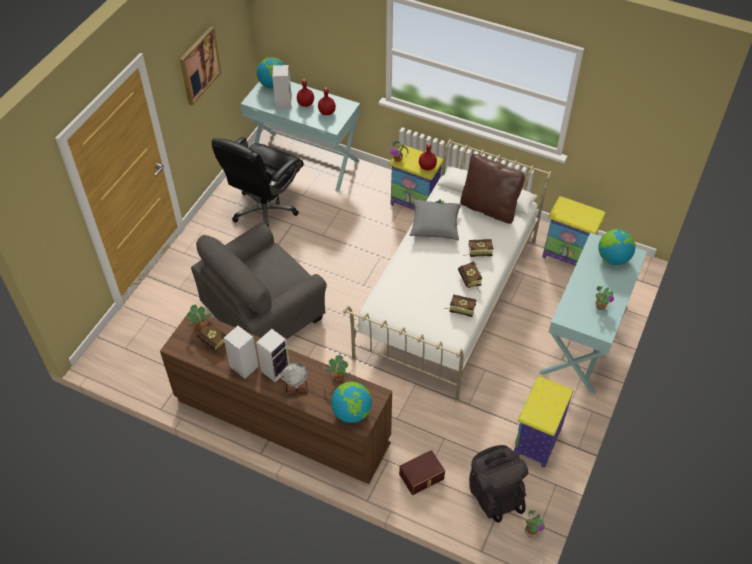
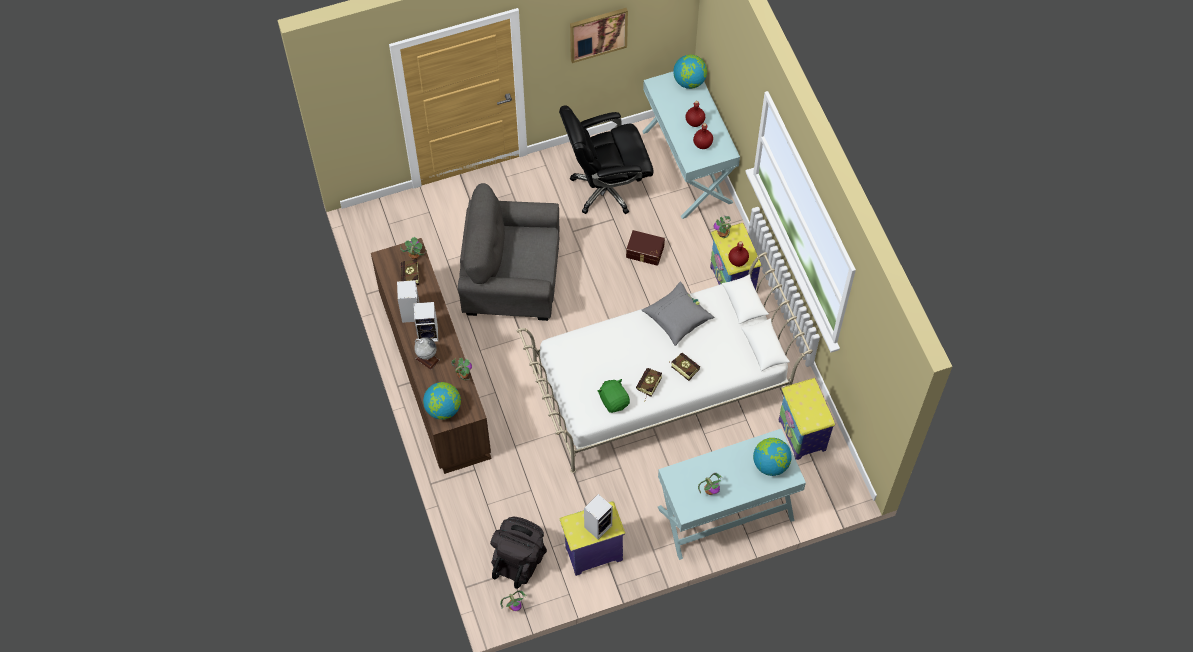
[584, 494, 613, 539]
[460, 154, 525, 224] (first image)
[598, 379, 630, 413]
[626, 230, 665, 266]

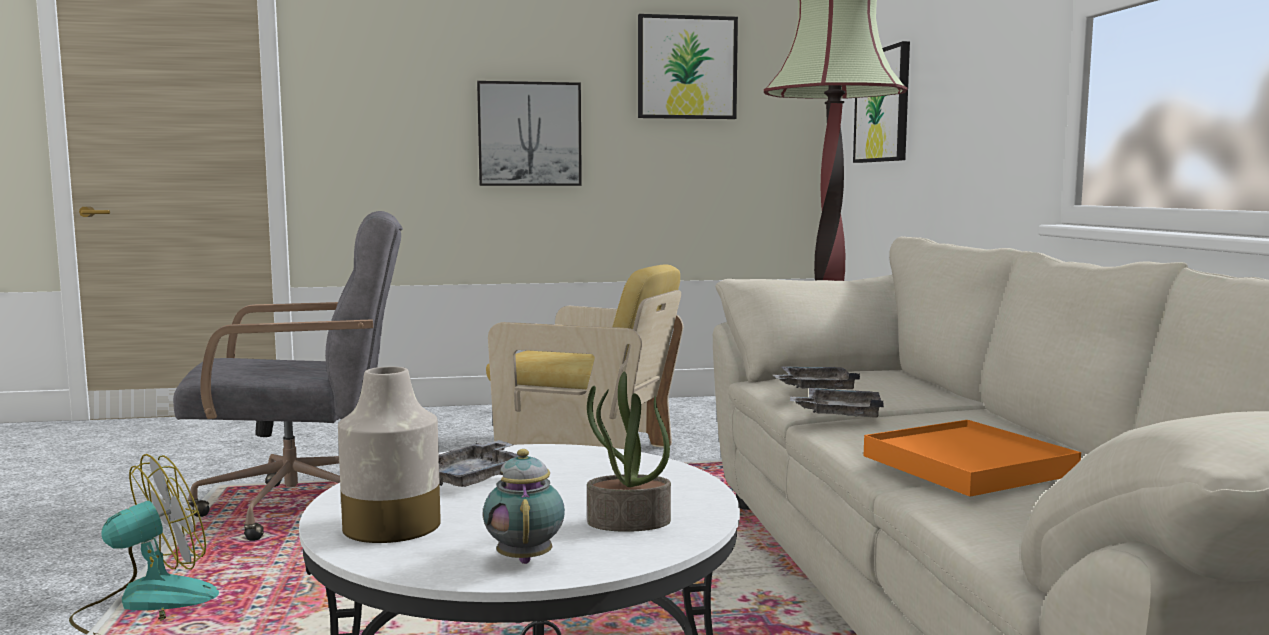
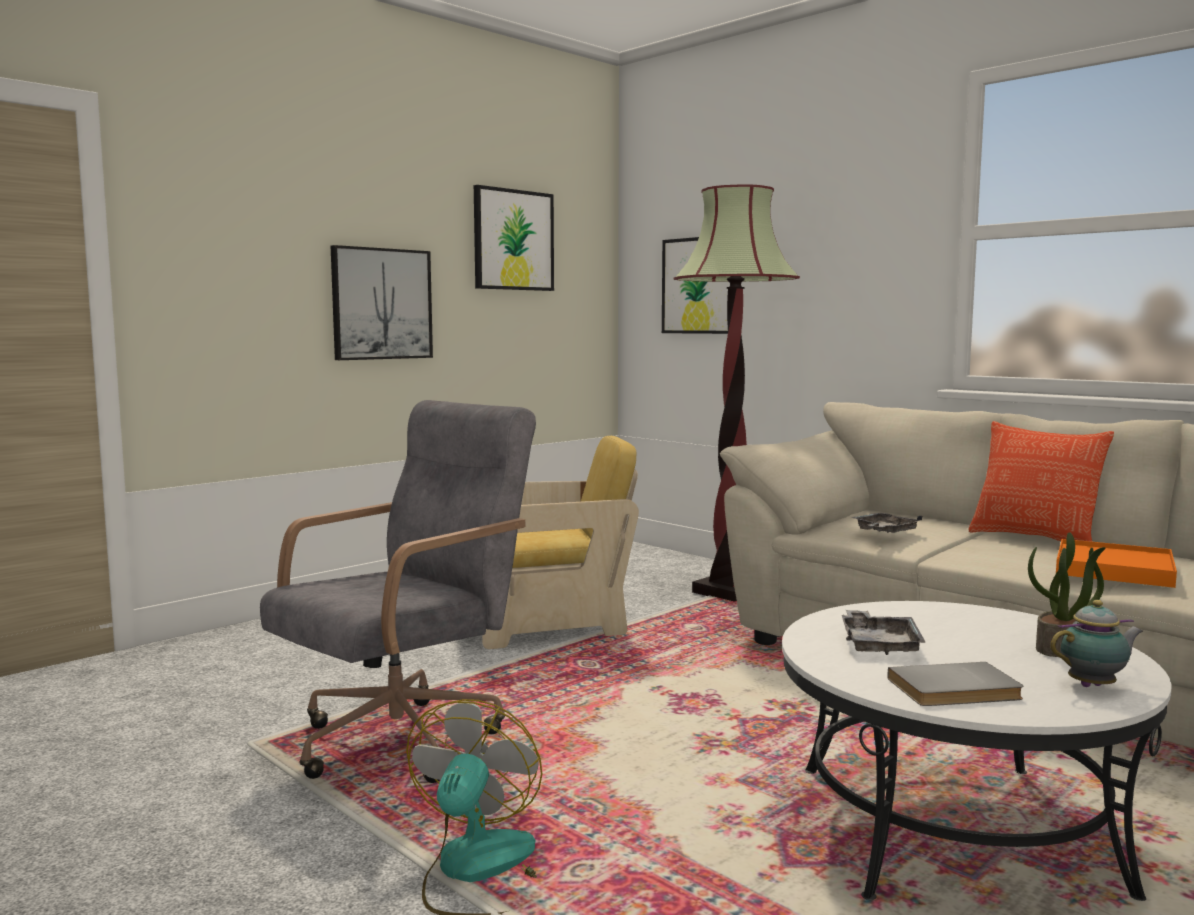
[888, 662, 1023, 706]
[790, 388, 884, 418] (first image)
[1050, 600, 1143, 687]
[969, 421, 1114, 542]

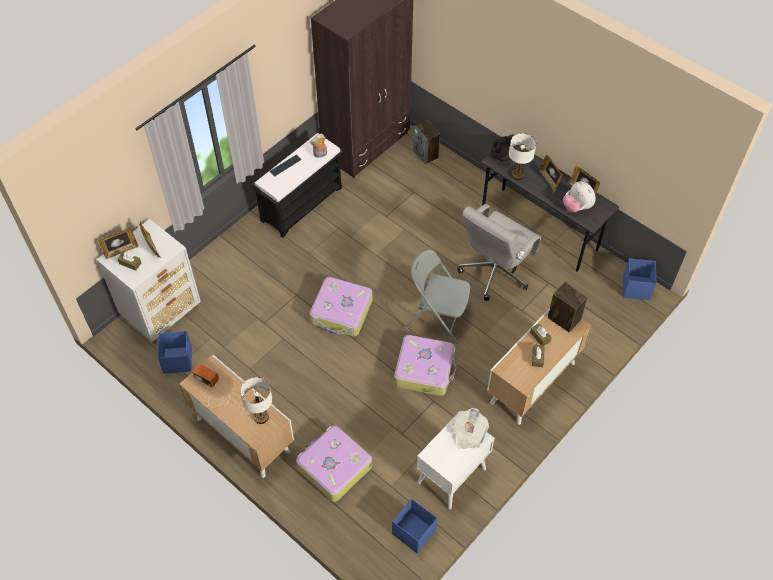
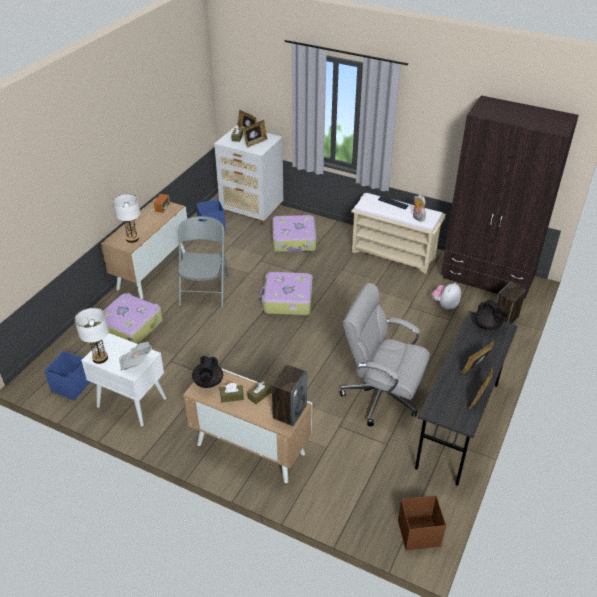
[351, 193, 446, 274]
[75, 308, 109, 364]
[431, 283, 461, 310]
[178, 216, 230, 308]
[398, 495, 446, 551]
[272, 215, 316, 252]
[192, 356, 223, 388]

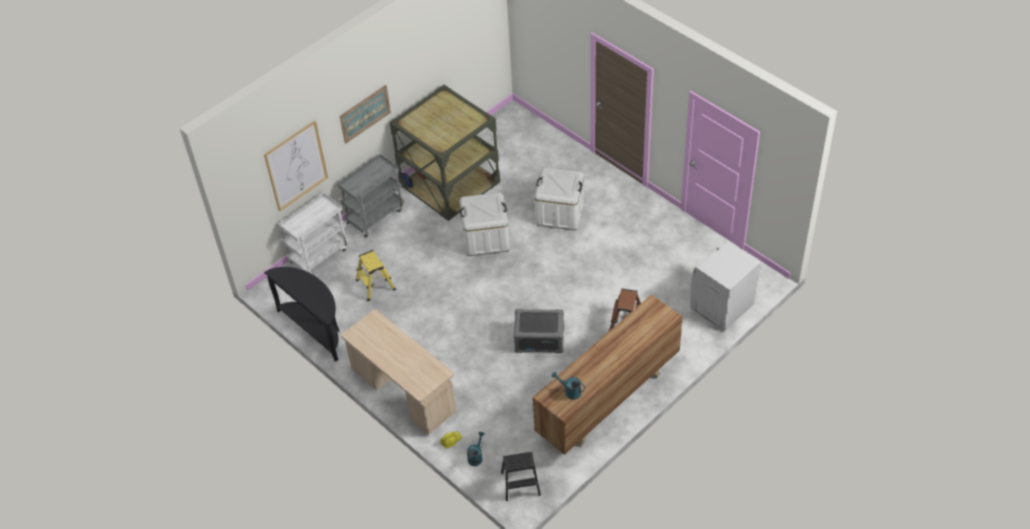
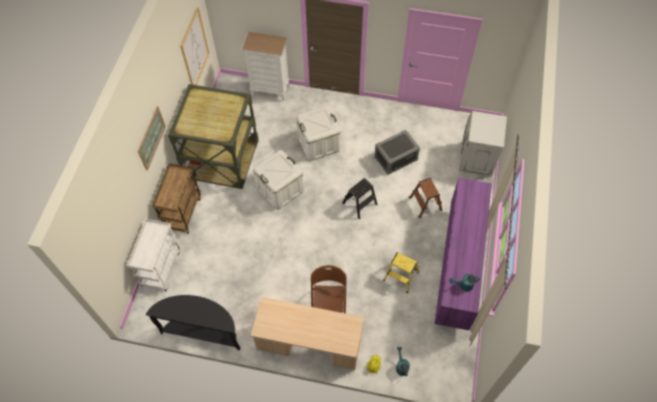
[180, 8, 209, 85]
[152, 163, 201, 234]
[383, 252, 419, 293]
[434, 178, 492, 330]
[374, 130, 420, 175]
[342, 178, 378, 220]
[241, 32, 289, 101]
[311, 265, 346, 314]

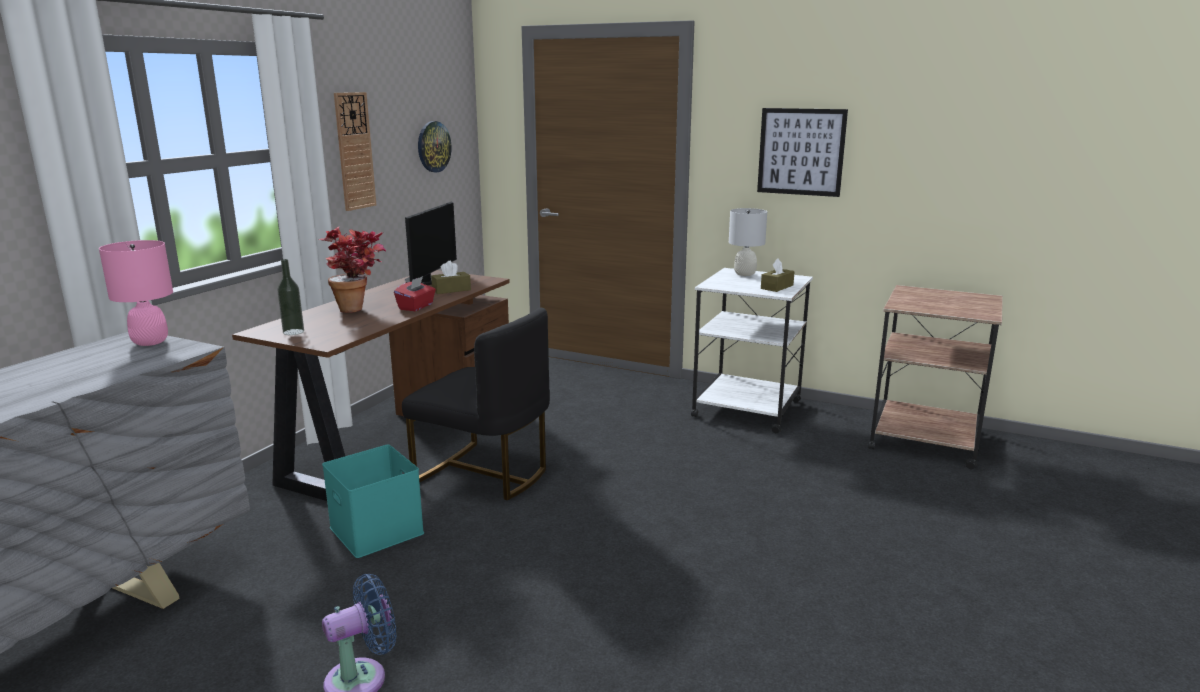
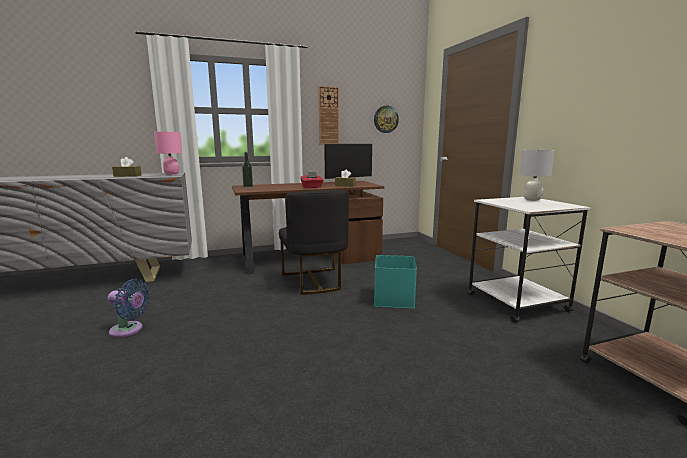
[757, 108, 848, 197] (first image)
[318, 227, 386, 313] (first image)
[112, 157, 141, 177]
[374, 255, 417, 309]

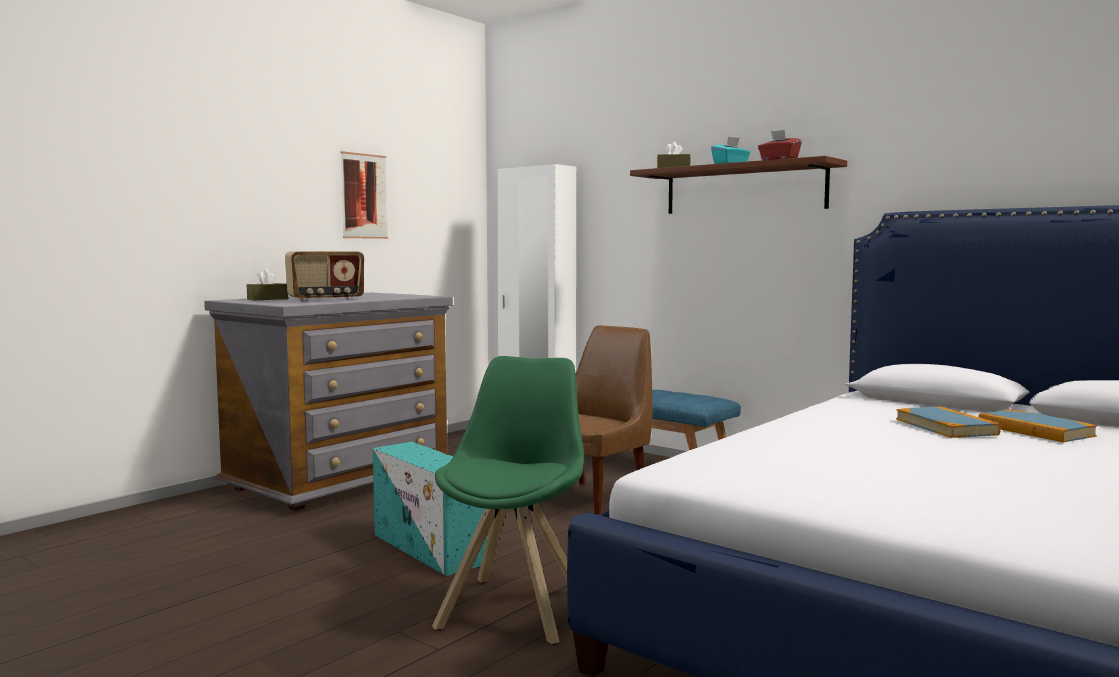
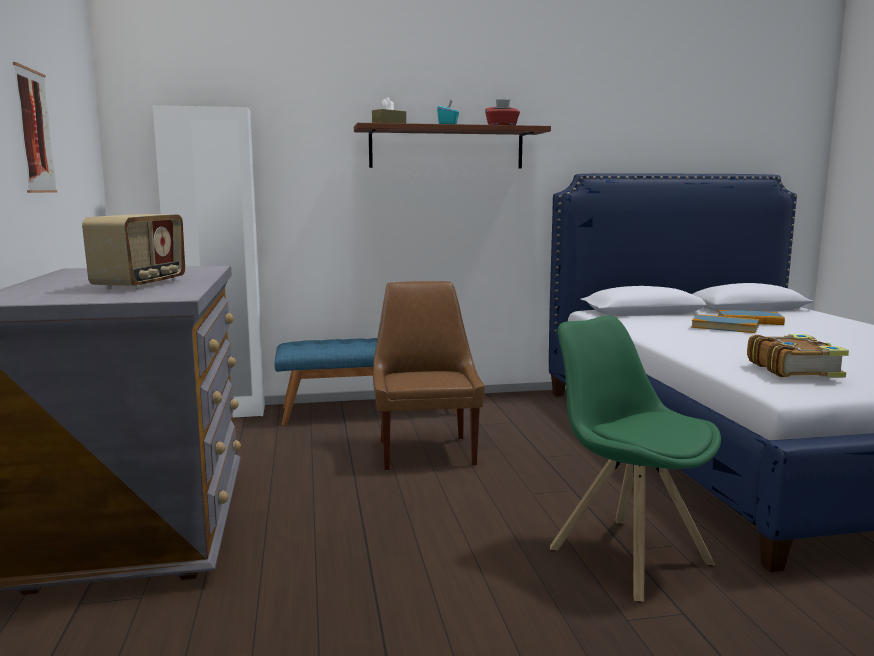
[247, 269, 288, 300] (first image)
[373, 442, 488, 576] (first image)
[747, 334, 849, 378]

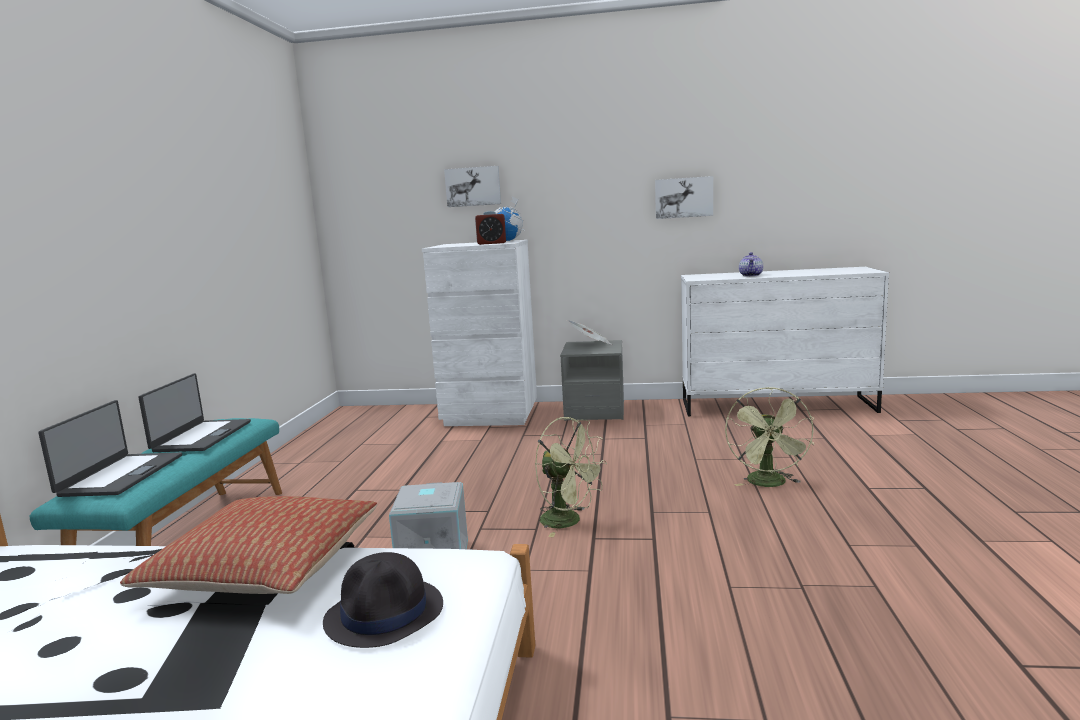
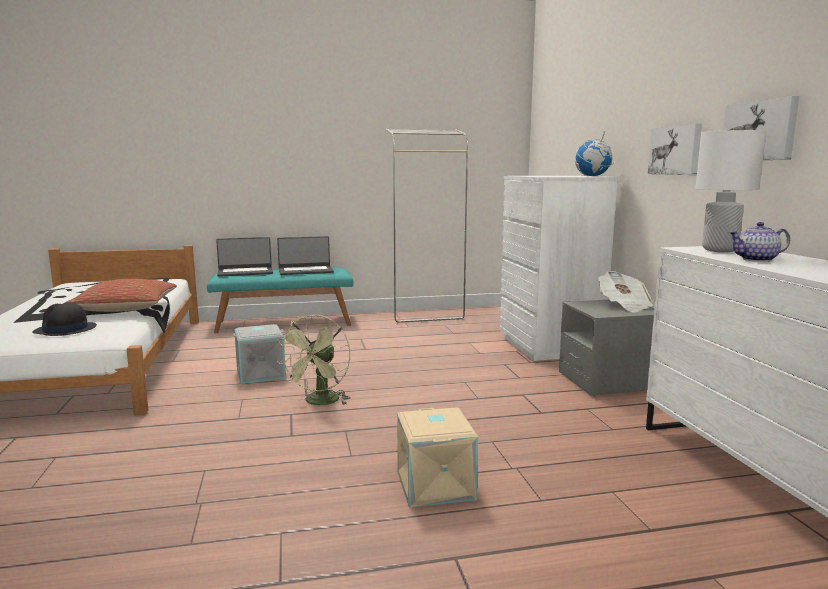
[648, 124, 702, 175]
[475, 211, 506, 245] (first image)
[397, 408, 478, 508]
[386, 128, 468, 323]
[695, 130, 766, 253]

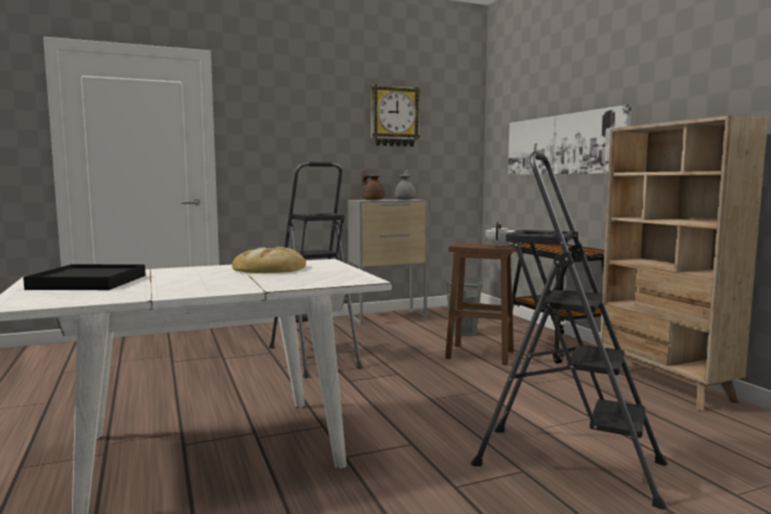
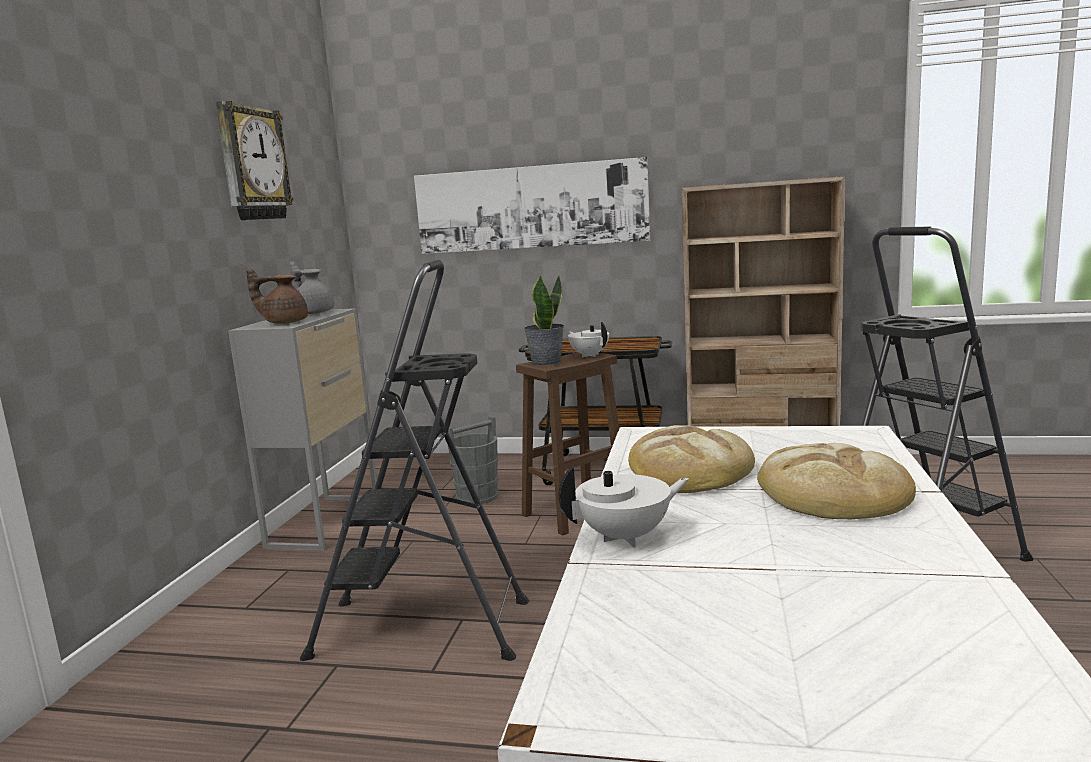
[23, 264, 146, 290] (first image)
[524, 275, 564, 366]
[757, 443, 916, 519]
[558, 466, 690, 548]

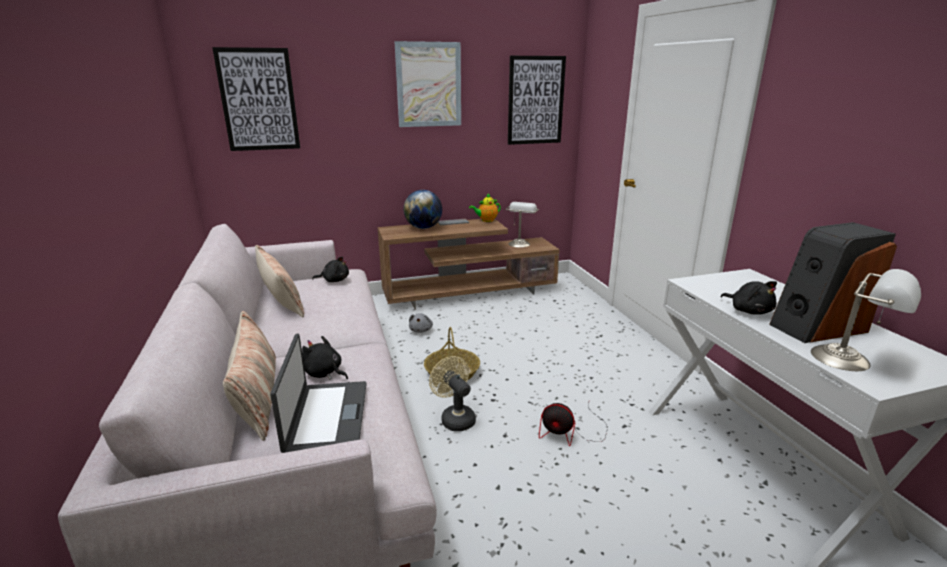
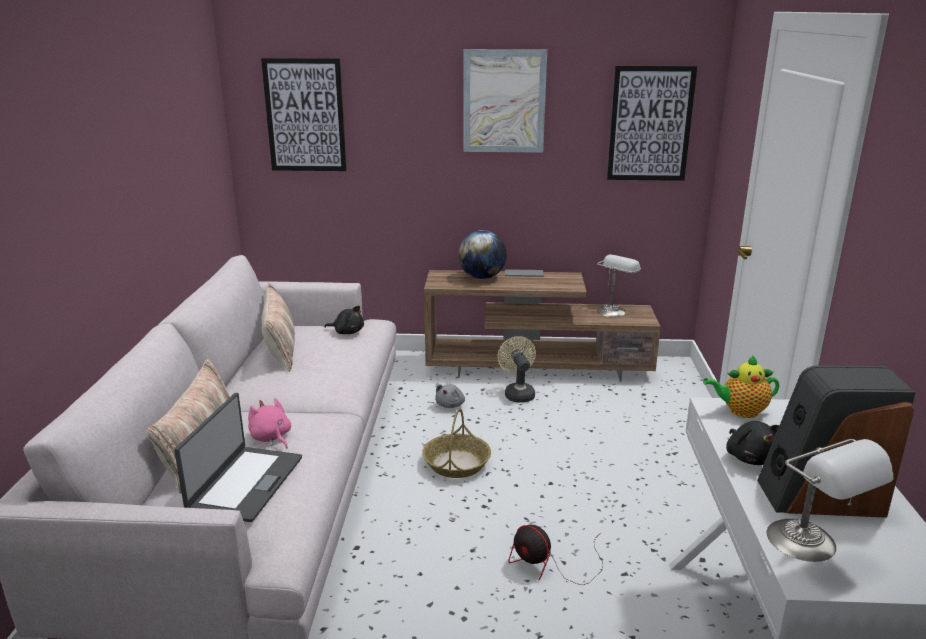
[703, 355, 779, 418]
[248, 398, 291, 449]
[497, 336, 536, 403]

